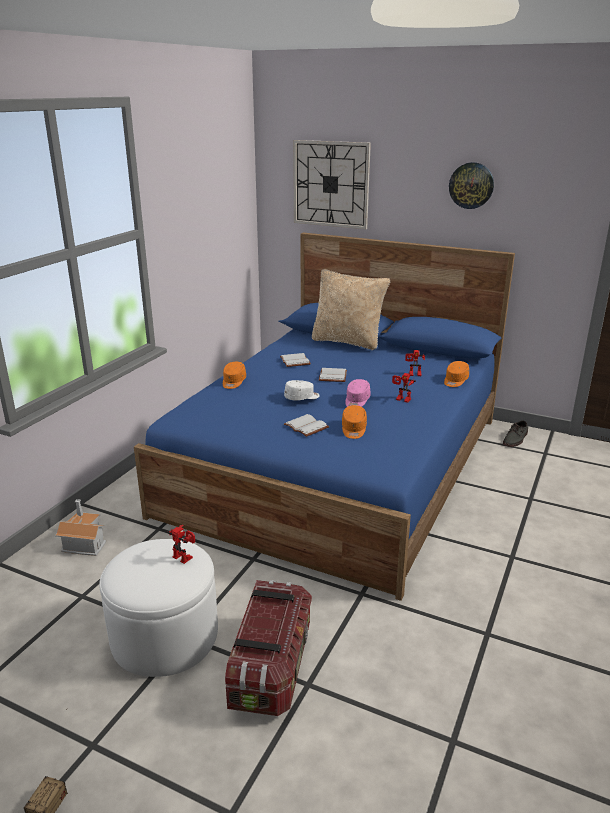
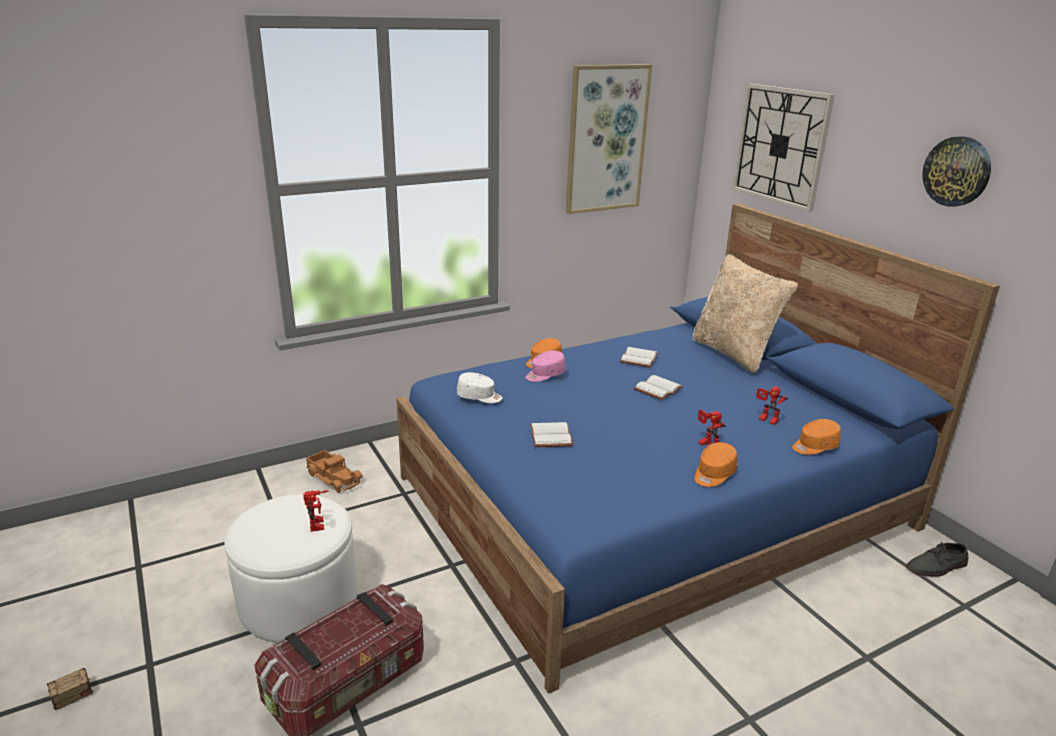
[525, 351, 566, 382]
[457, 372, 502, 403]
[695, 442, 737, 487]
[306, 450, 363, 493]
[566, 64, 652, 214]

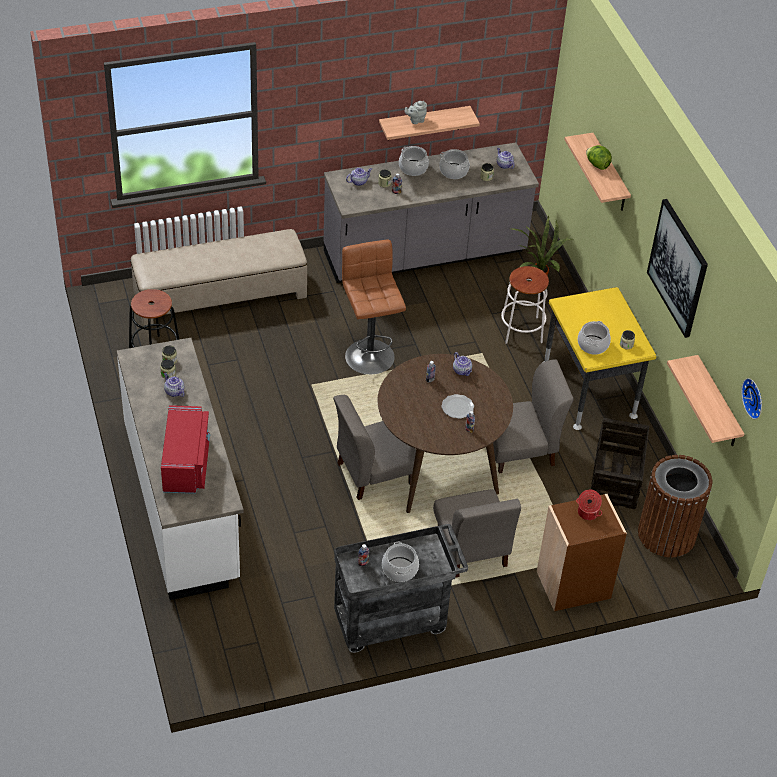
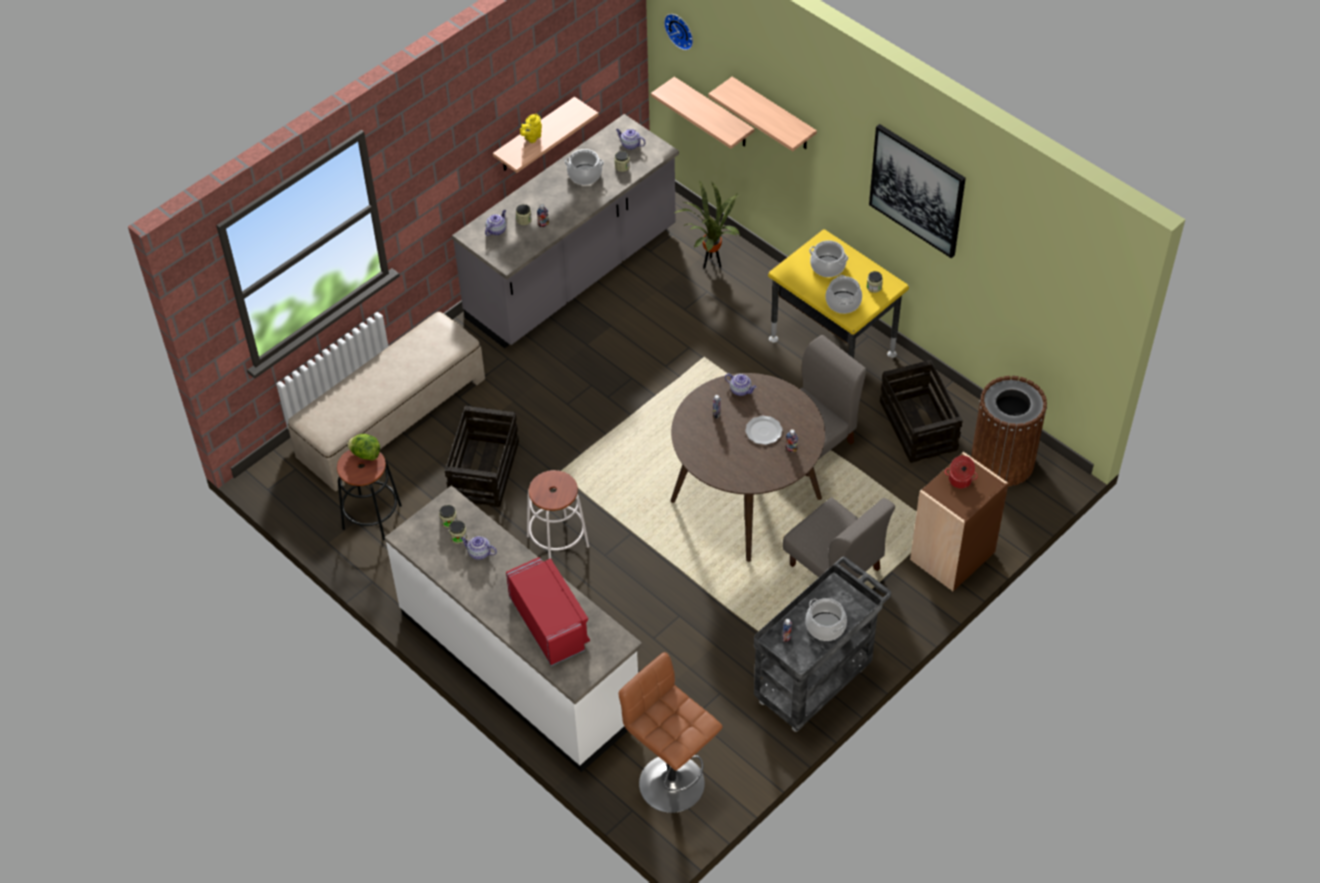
[520, 114, 542, 143]
[347, 434, 380, 461]
[809, 240, 848, 277]
[618, 652, 723, 813]
[527, 470, 589, 559]
[651, 77, 754, 149]
[664, 14, 693, 50]
[333, 395, 416, 500] (first image)
[445, 406, 519, 507]

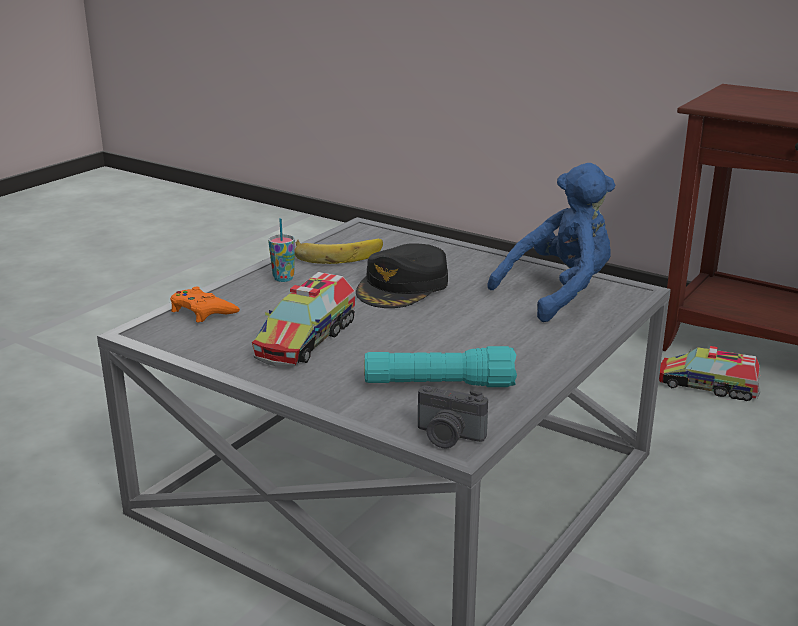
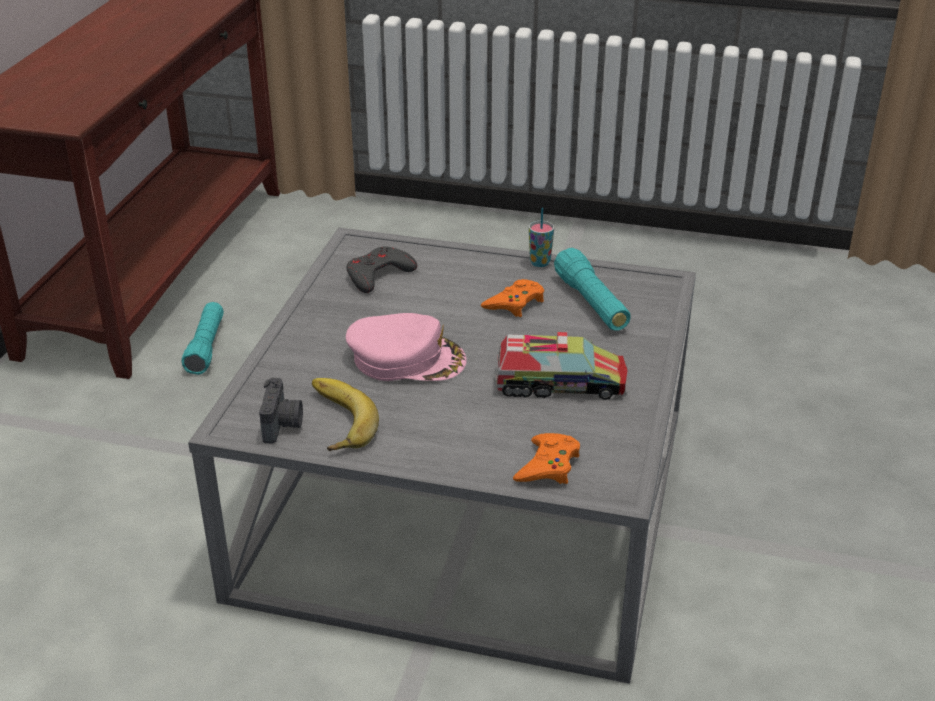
[346, 246, 417, 293]
[529, 208, 554, 267]
[346, 313, 467, 381]
[182, 302, 224, 375]
[259, 378, 303, 443]
[481, 279, 544, 317]

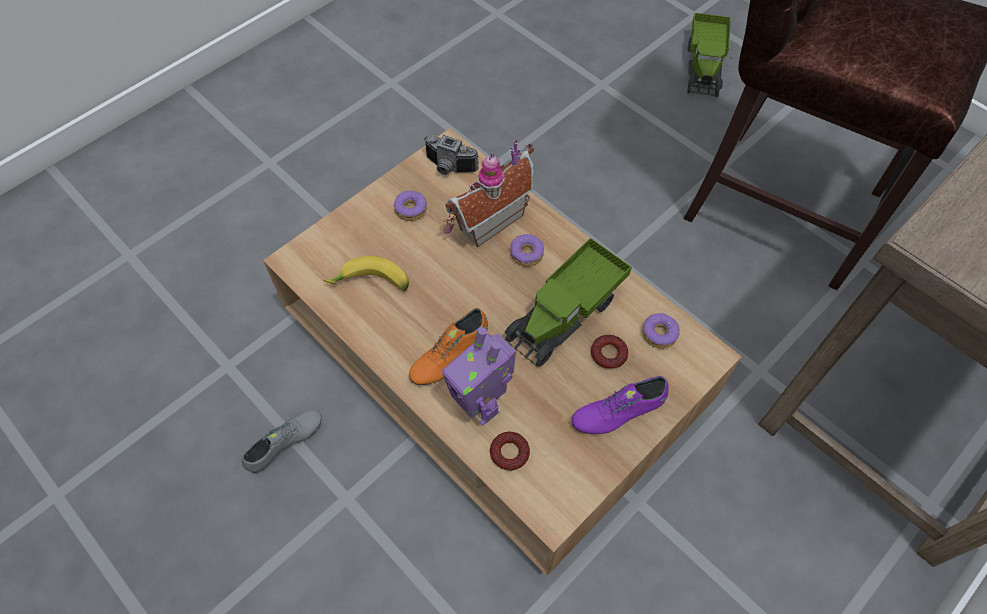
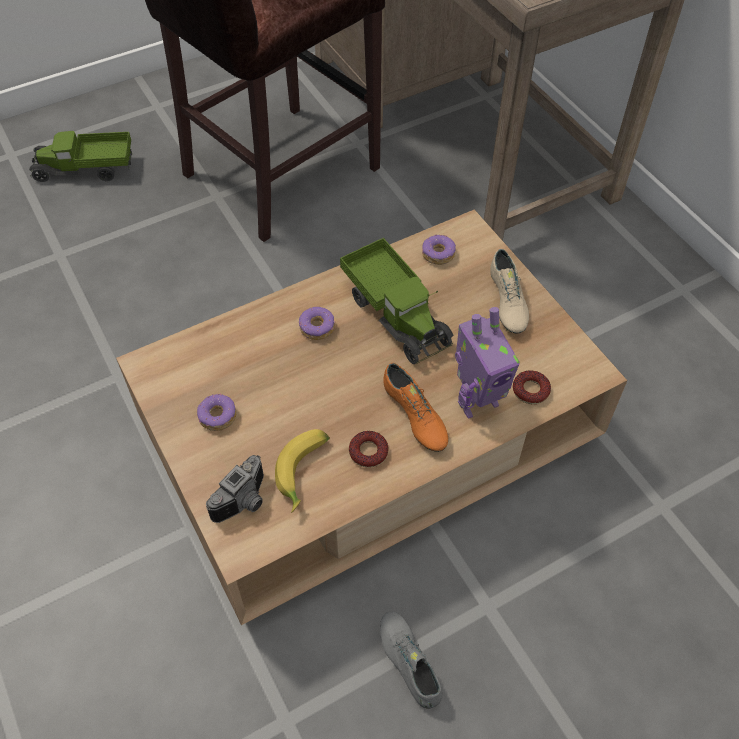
[29, 131, 132, 182]
[206, 455, 264, 523]
[443, 139, 534, 247] (first image)
[349, 431, 388, 468]
[490, 249, 529, 334]

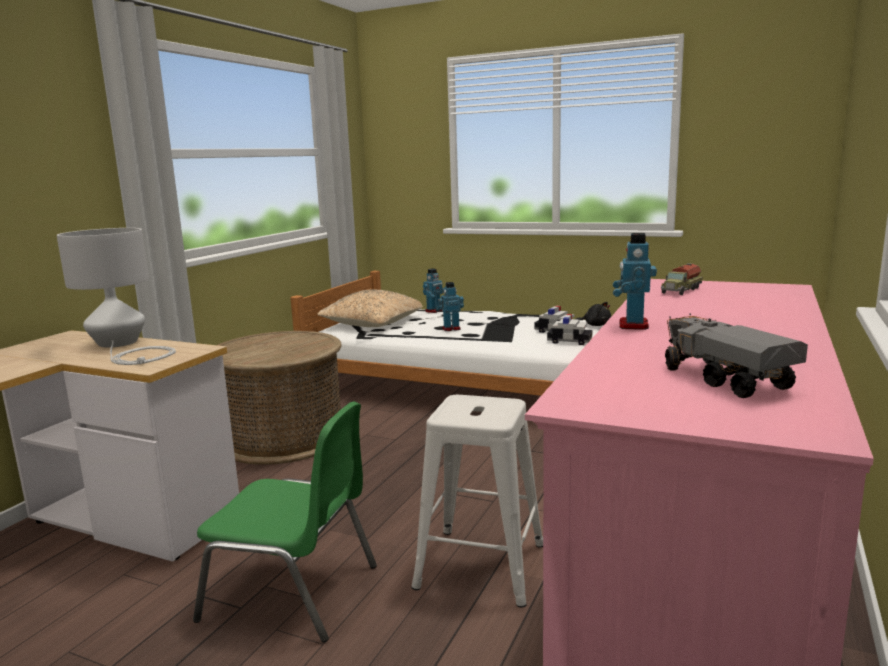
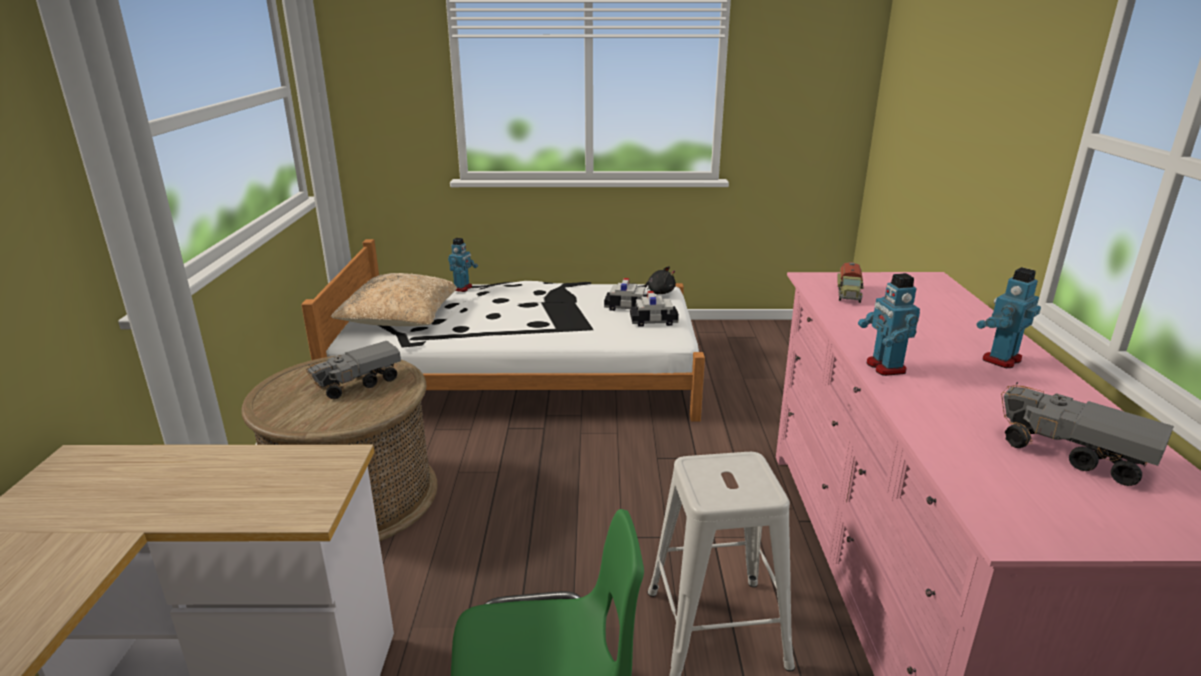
[57, 228, 176, 365] (first image)
[976, 267, 1041, 368]
[306, 341, 401, 399]

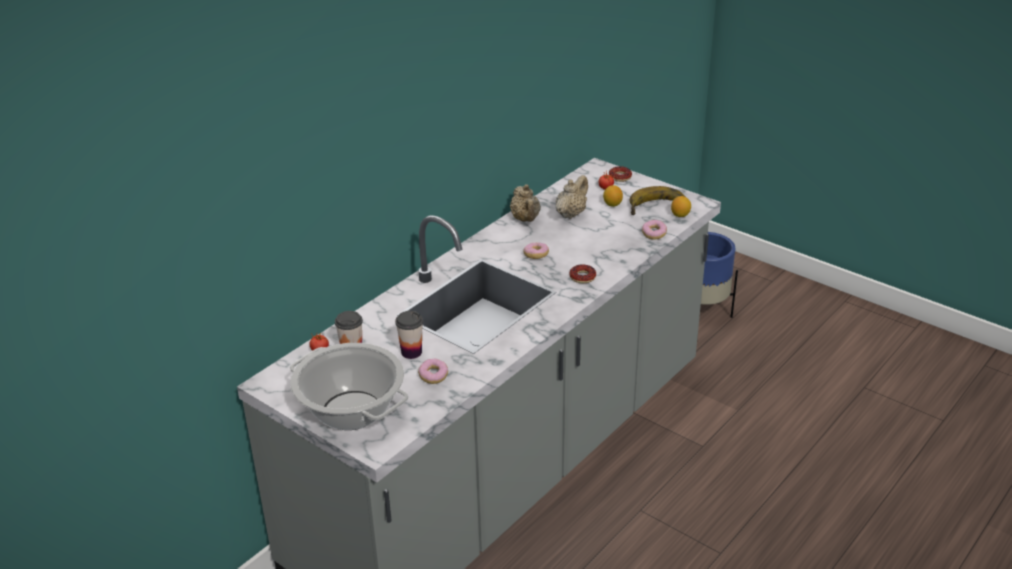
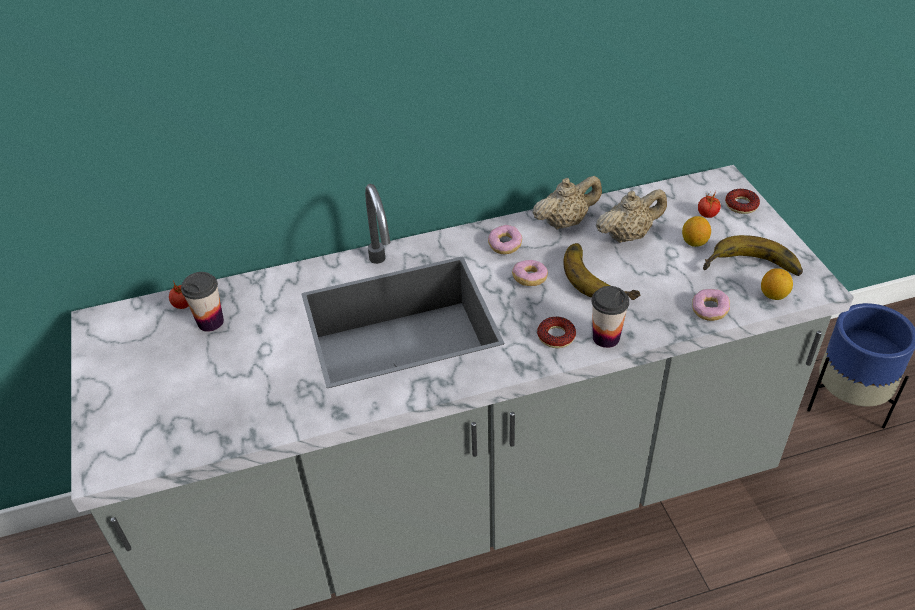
[533, 176, 602, 230]
[591, 286, 629, 348]
[290, 343, 409, 430] (first image)
[488, 225, 522, 254]
[563, 243, 640, 300]

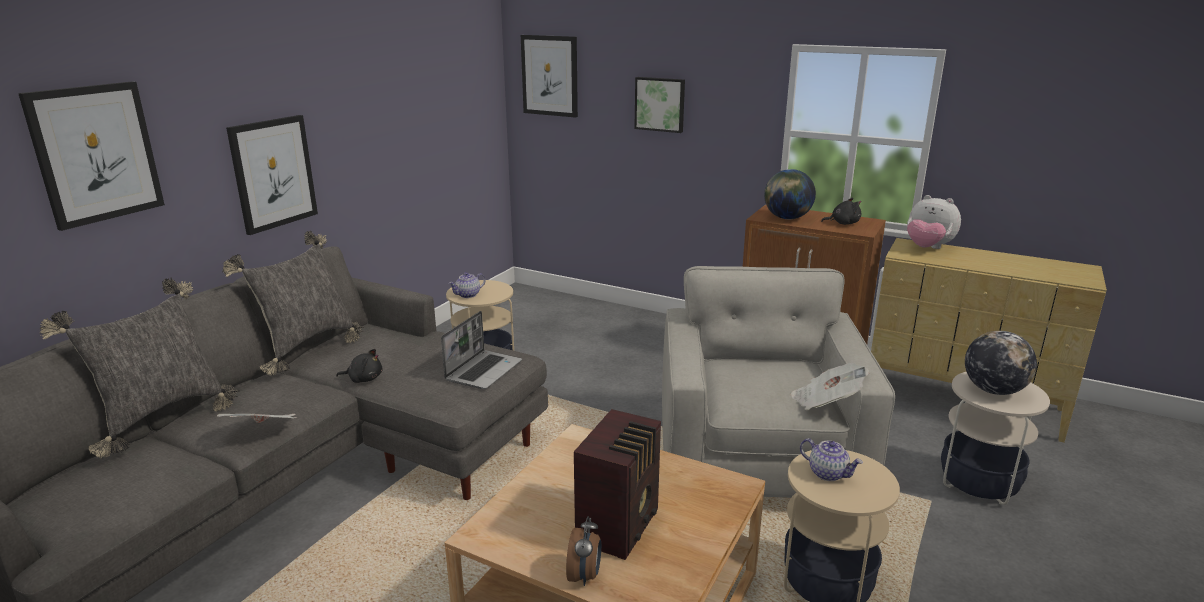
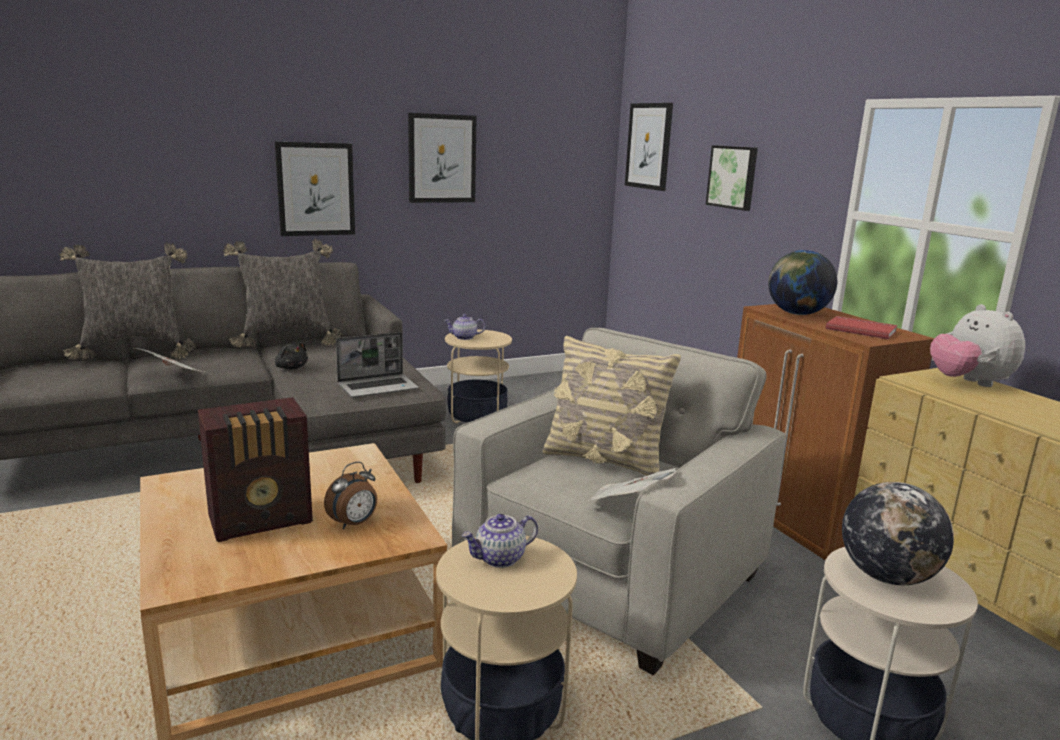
[408, 113, 477, 203]
[826, 316, 897, 339]
[462, 514, 538, 568]
[324, 461, 377, 529]
[543, 336, 681, 476]

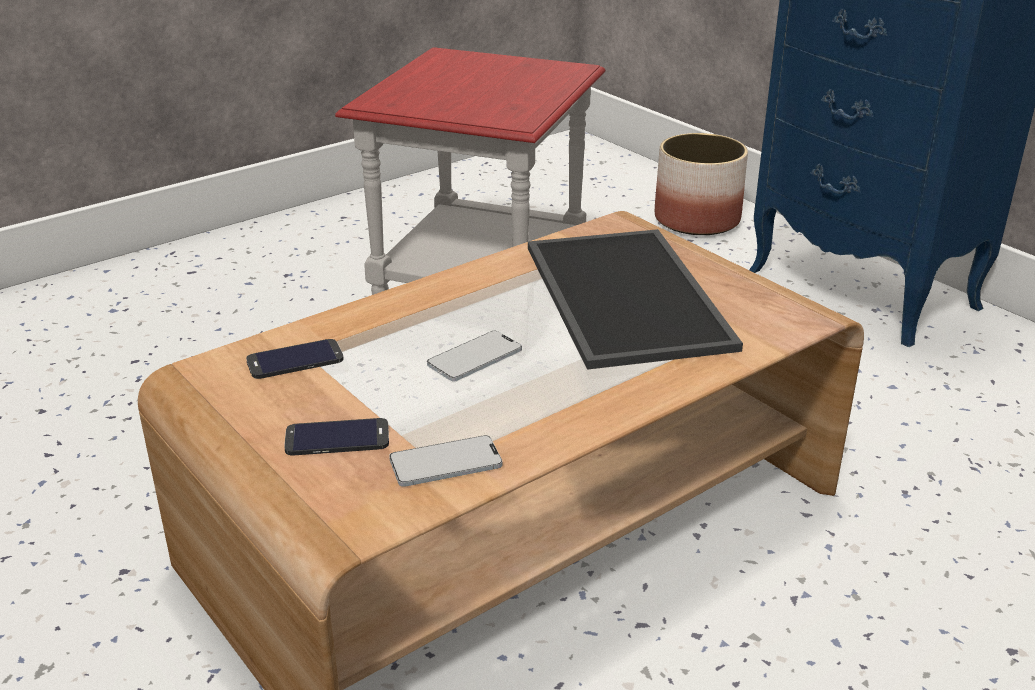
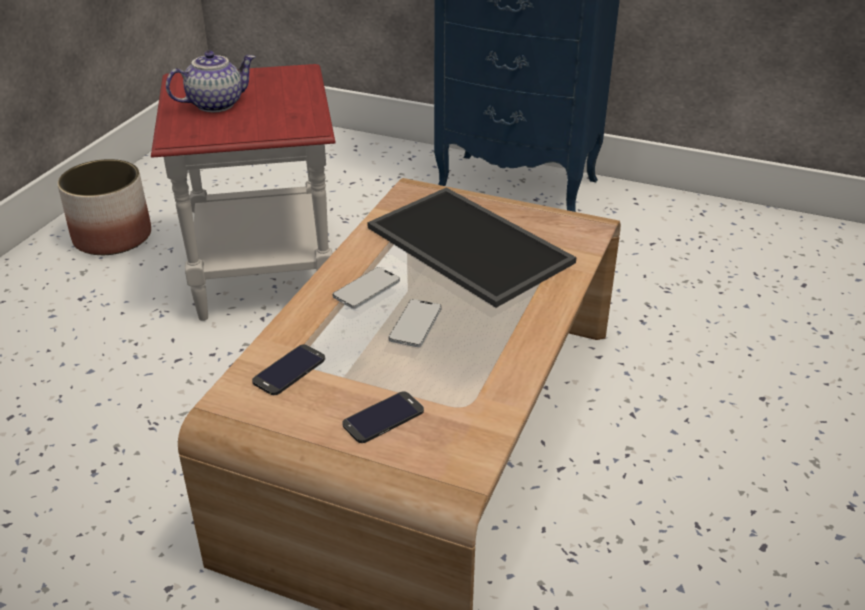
[57, 159, 151, 255]
[332, 267, 400, 309]
[166, 51, 255, 112]

